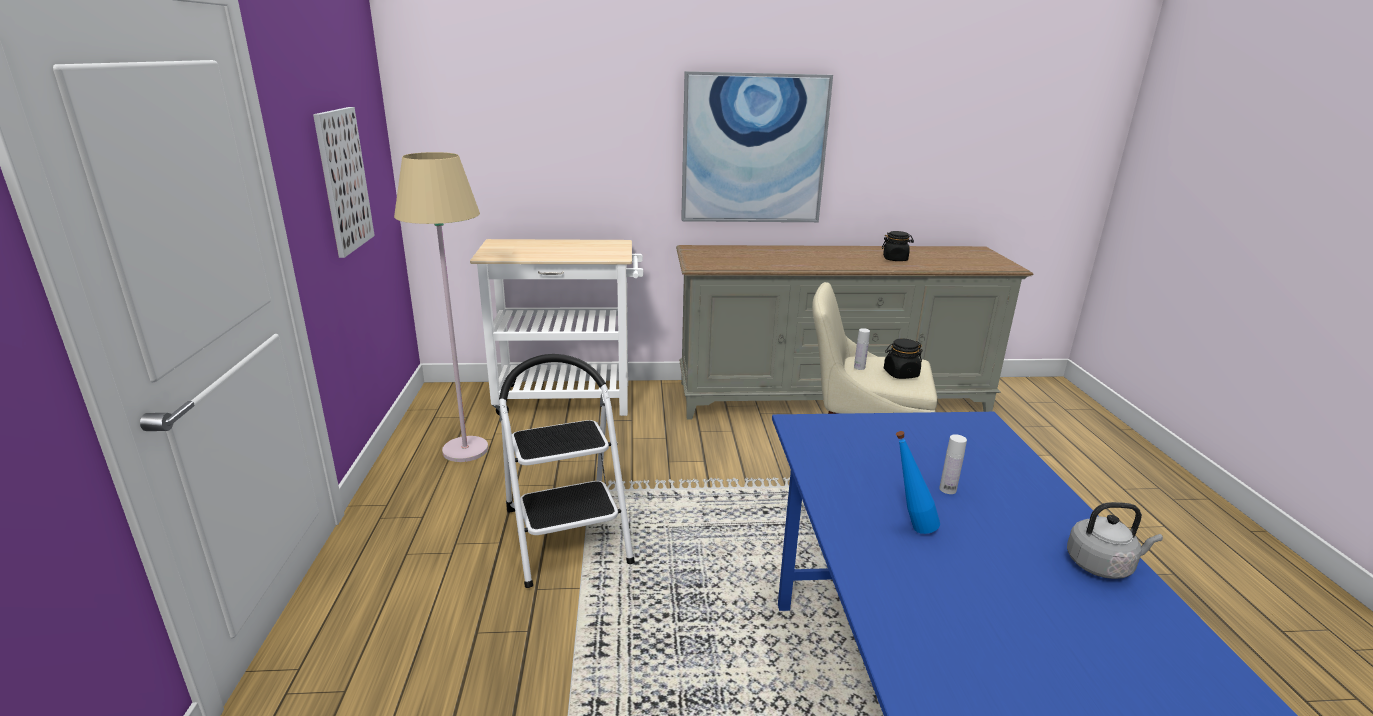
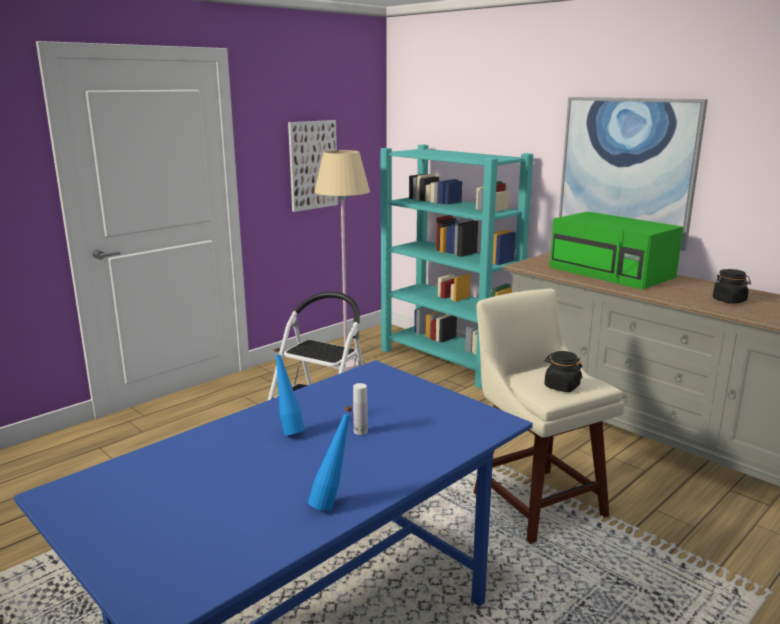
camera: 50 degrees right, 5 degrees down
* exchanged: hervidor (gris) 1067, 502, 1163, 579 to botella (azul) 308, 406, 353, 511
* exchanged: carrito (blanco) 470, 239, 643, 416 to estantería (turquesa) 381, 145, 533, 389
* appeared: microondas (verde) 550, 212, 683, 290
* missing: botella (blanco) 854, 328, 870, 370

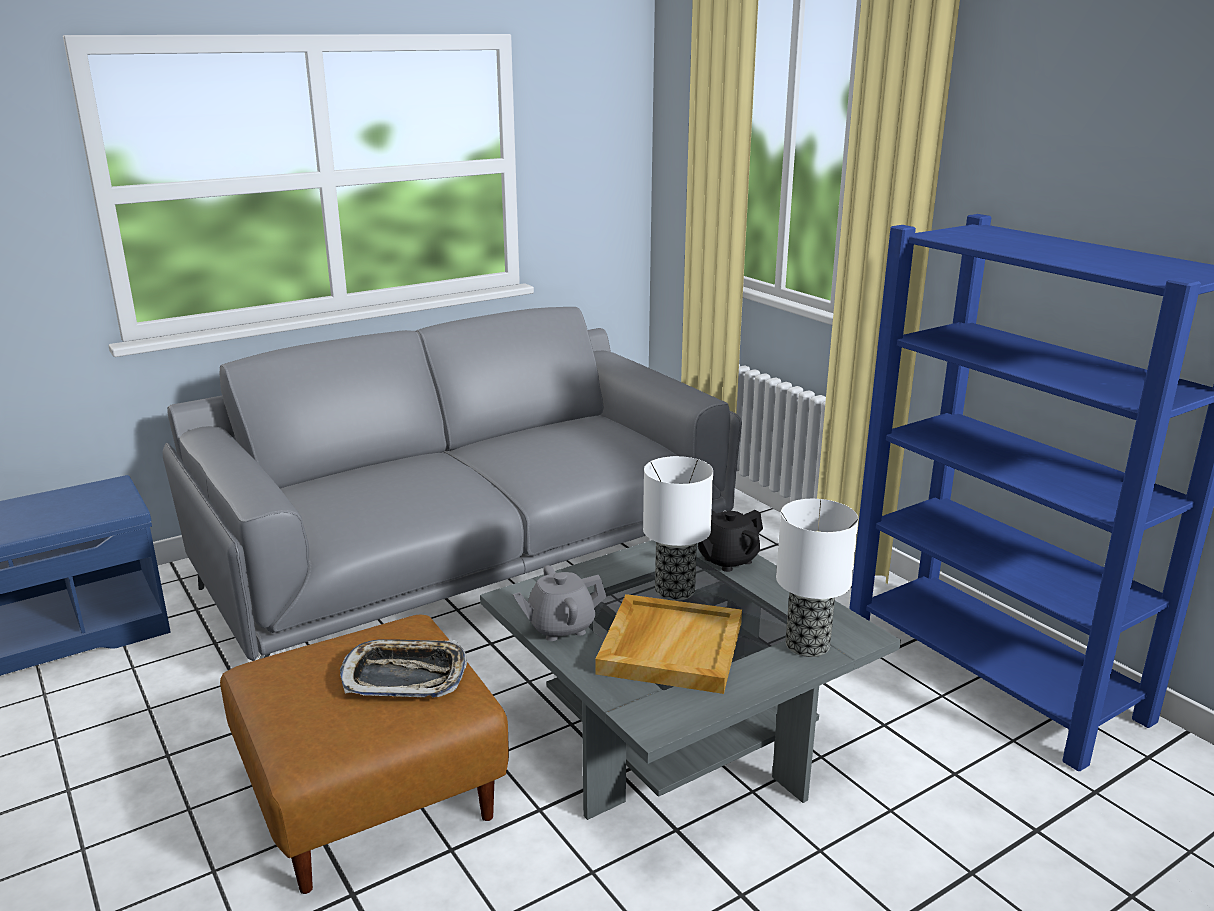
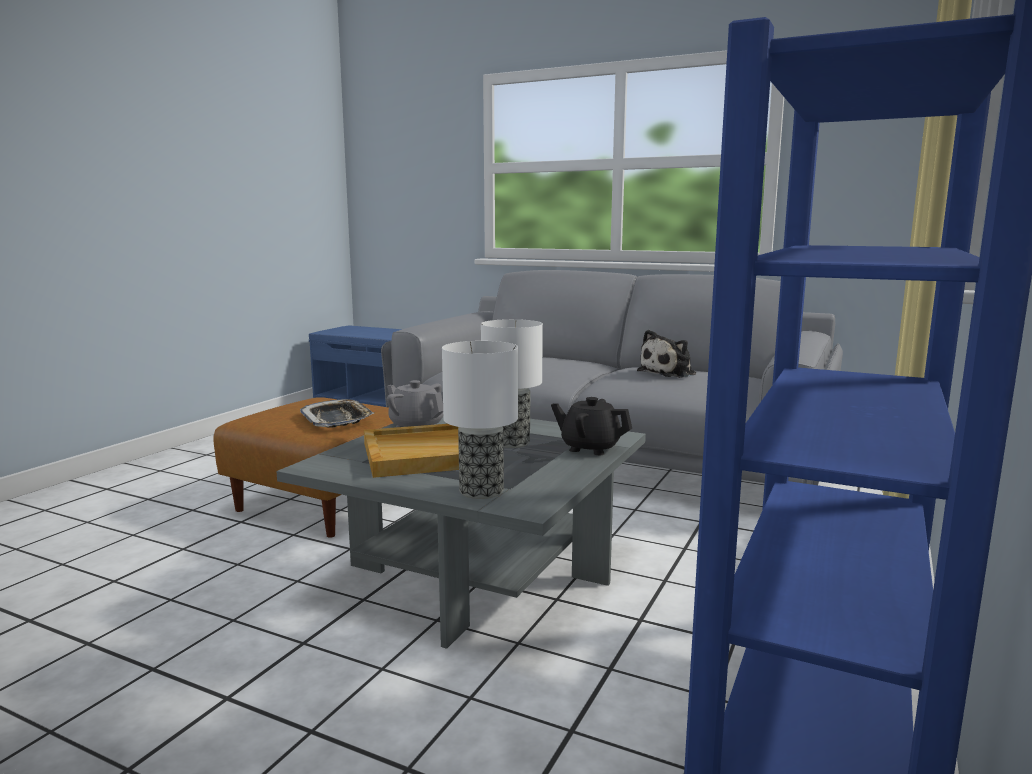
camera: 60 degrees right, 10 degrees down
* appeared: peluche 637, 330, 696, 378

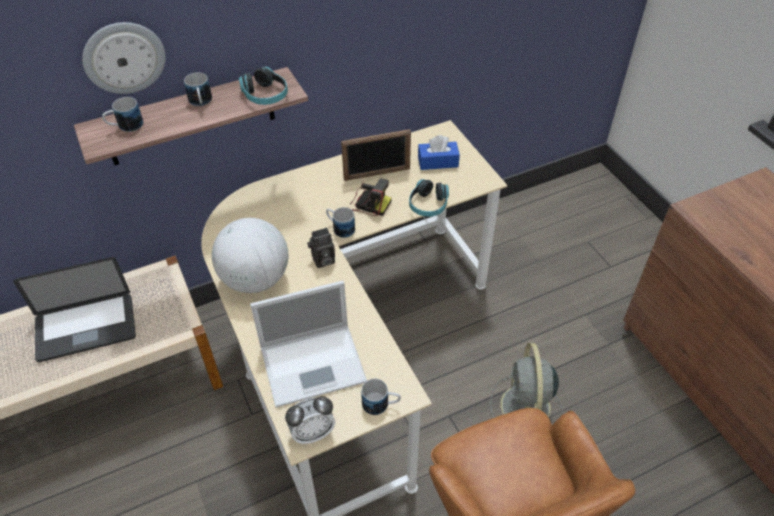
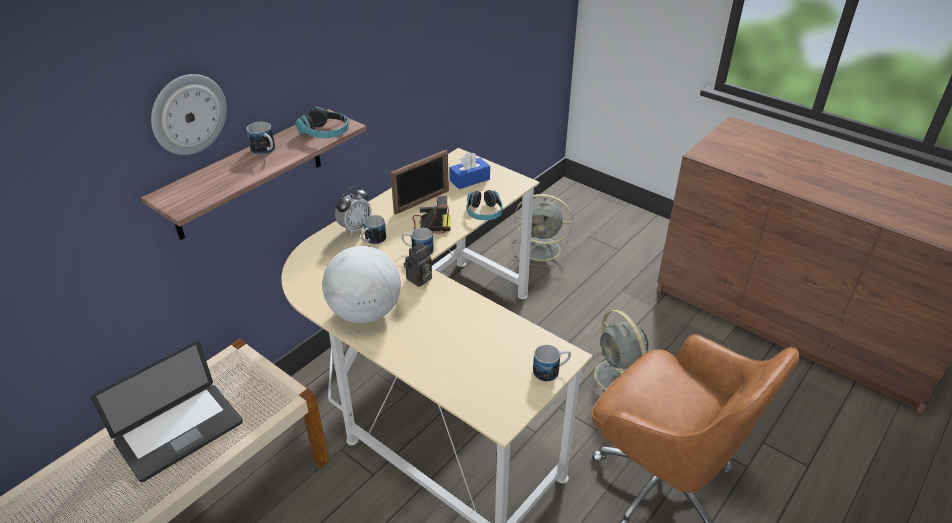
camera: 25 degrees left, 10 degrees down
* relocated: despertador 285, 396, 335, 444 to 335, 186, 372, 235
* relocated: taza grande 102, 97, 143, 132 to 361, 215, 386, 244
* appeared: ventilador (gris) 513, 194, 573, 267
* missing: portátil 250, 281, 367, 408

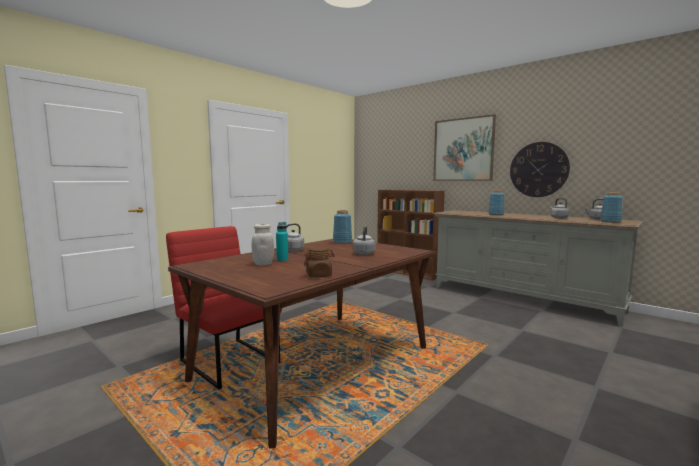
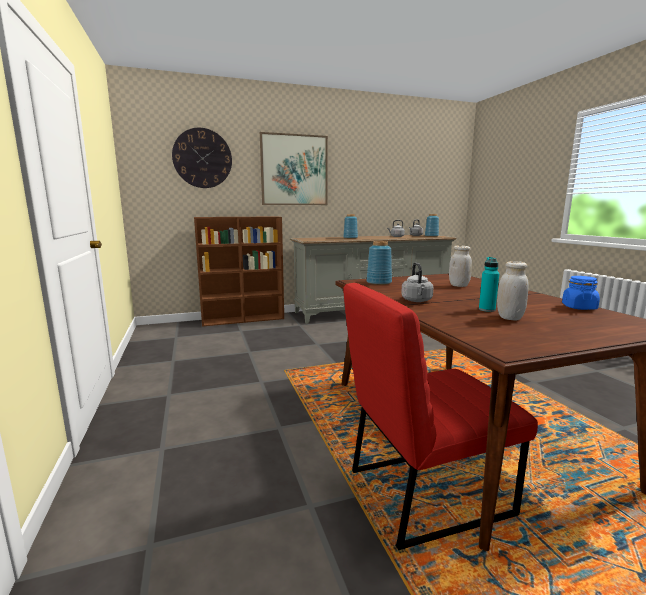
camera: 60 degrees left, 5 degrees up
* relocated: reloj de pared 510, 142, 570, 197 to 172, 128, 232, 188
* exchanged: hervidor (gris) 353, 226, 375, 255 to tarro (blanco) 449, 245, 472, 287
* colour: tarro (marrón) 304, 247, 335, 278 to tarro (azul) 562, 276, 600, 310

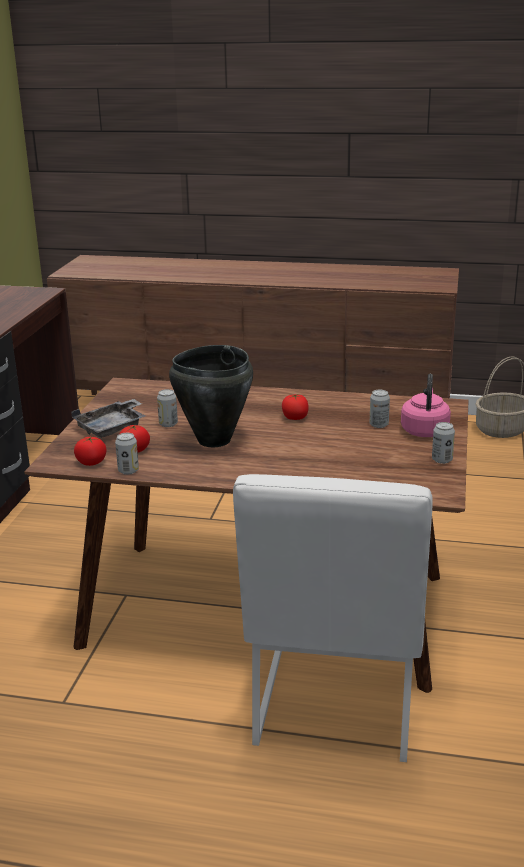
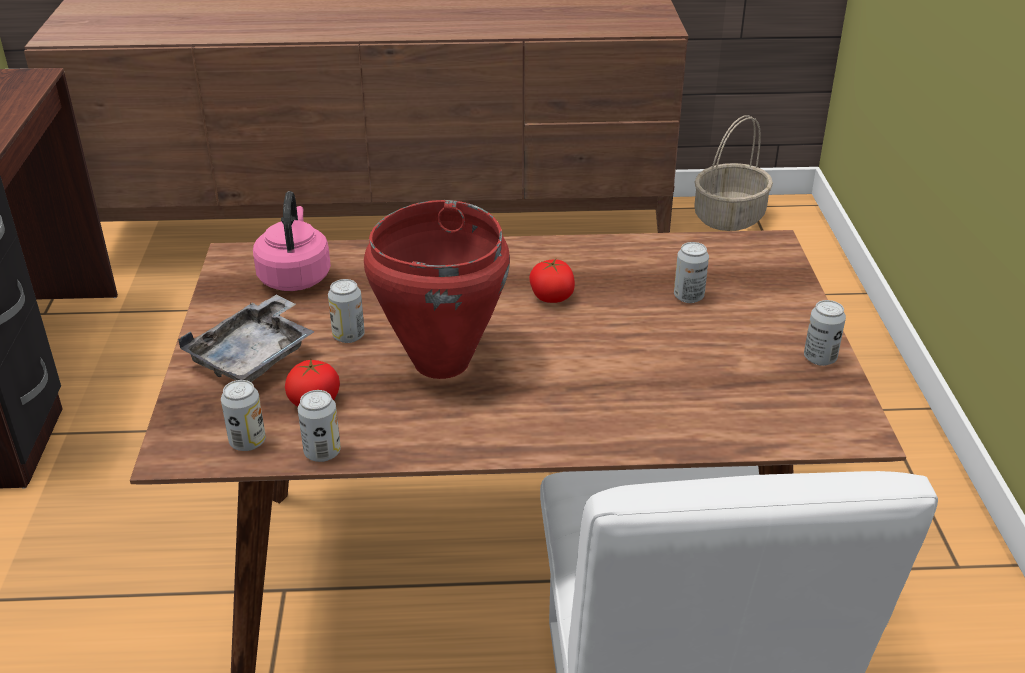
camera: 15 degrees left, 10 degrees up
* exchanged: tomate 74, 437, 106, 466 to lata 221, 380, 266, 451
* relocated: hervidor (rosa) 401, 374, 451, 437 to 253, 191, 331, 291
* colour: olla (negro) 169, 345, 253, 447 to olla (rojo) 364, 200, 510, 379

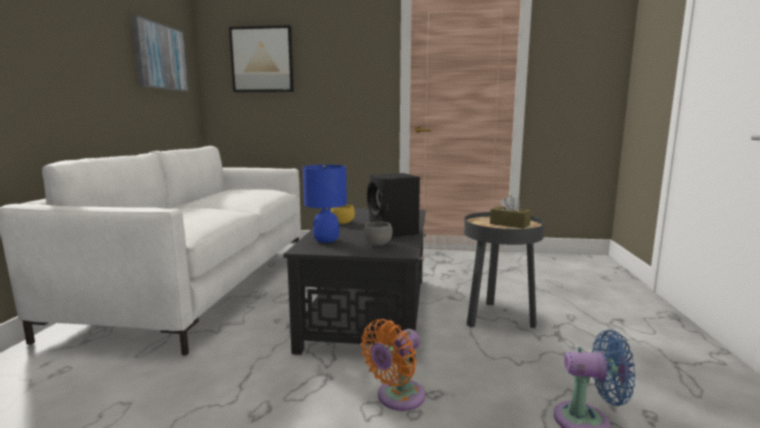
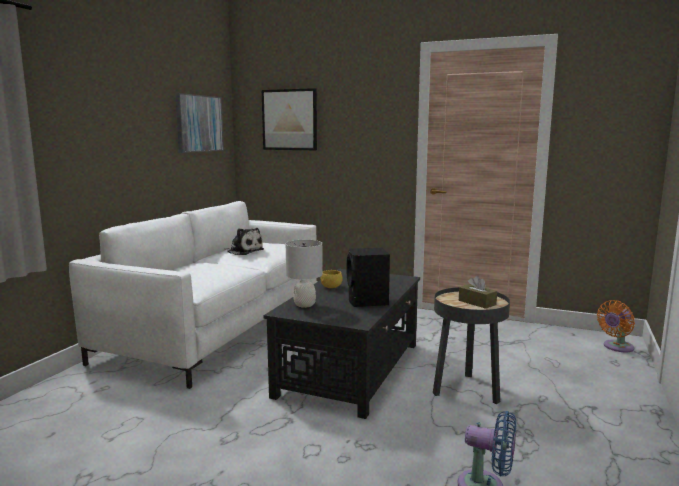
camera: 15 degrees right, 0 degrees up
* appeared: peluche 226, 228, 264, 255
* colour: lámpara de mesa (azul) 303, 165, 347, 243 to lámpara de mesa (gris) 286, 240, 323, 308
* relocated: ventilador (naranja) 361, 319, 425, 411 to 597, 300, 635, 352
* missing: cuenco (gris) 363, 221, 393, 246

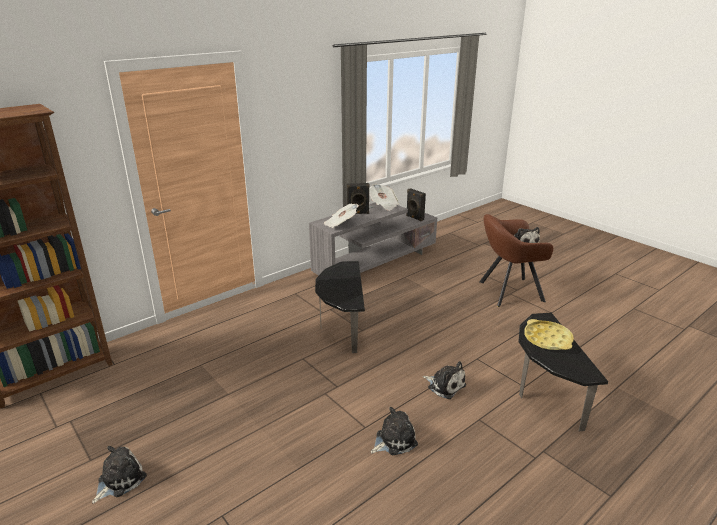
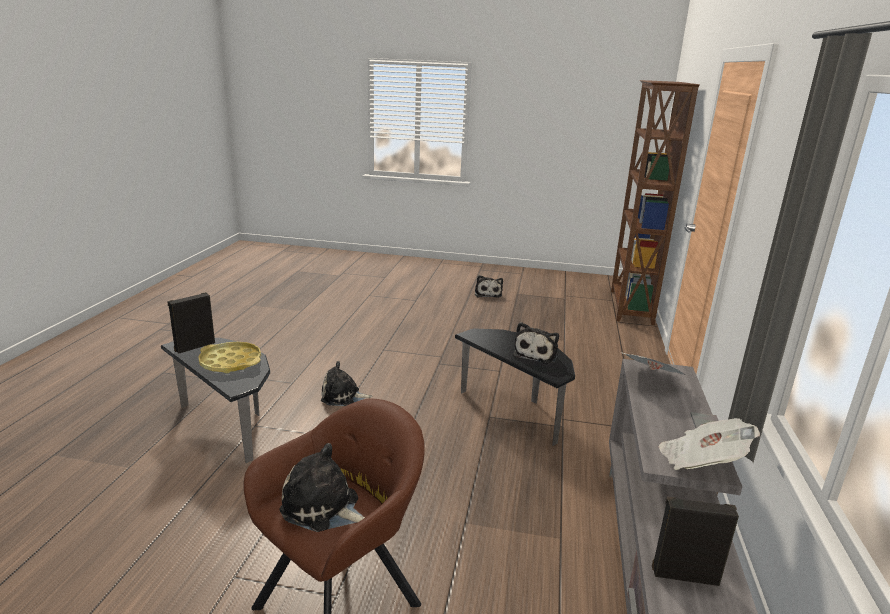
camera: 140 degrees right, 5 degrees down
* relocated: altavoz (negro) 347, 183, 370, 214 to 167, 292, 215, 354
* relocated: peluche 371, 407, 418, 455 to 513, 322, 559, 364

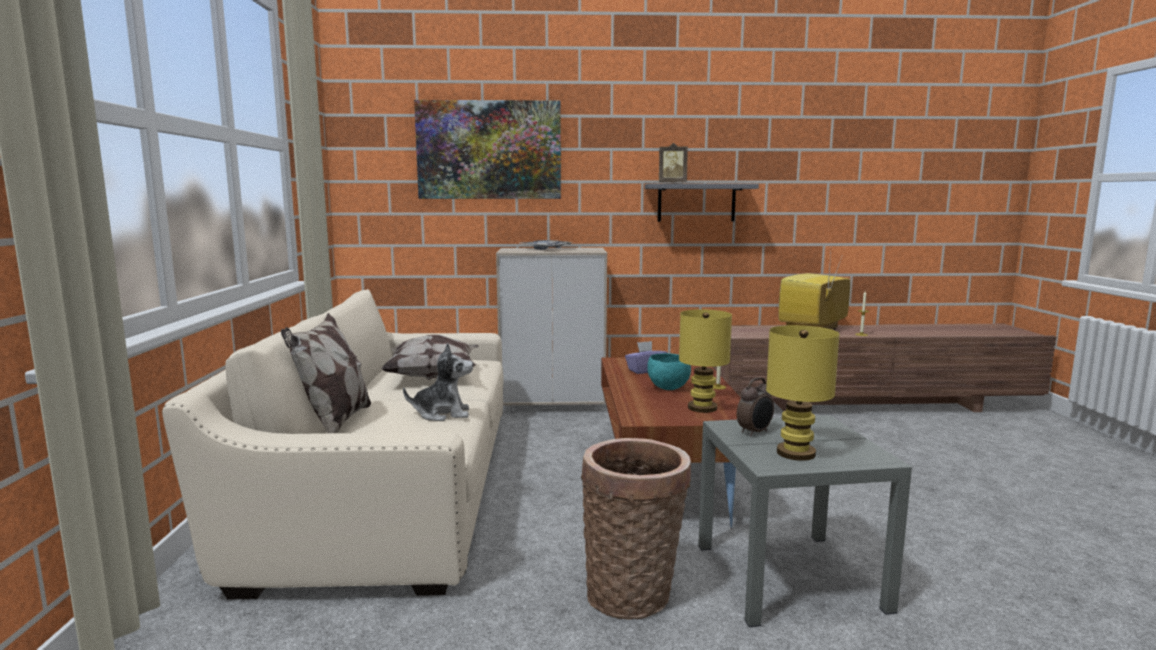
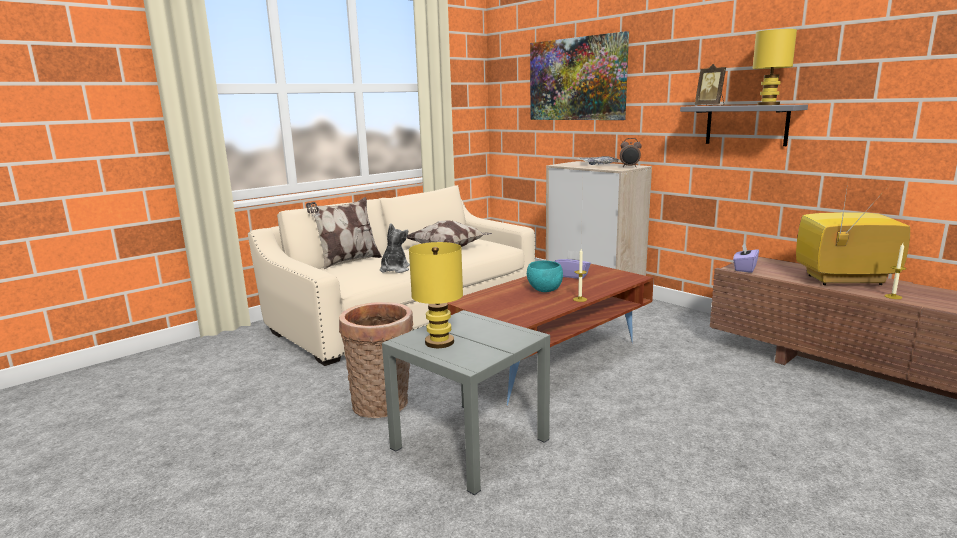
camera: 50 degrees right, 5 degrees up
* spun: peluche 403, 343, 473, 421 = 380, 223, 410, 273 120 degrees counterclockwise
* relocated: despertador 737, 377, 774, 437 to 620, 138, 642, 167
* appeared: caja de pañuelos (morado) 733, 244, 759, 273
* relocated: lámpara de mesa (amarillo) 679, 310, 732, 413 to 752, 29, 797, 105

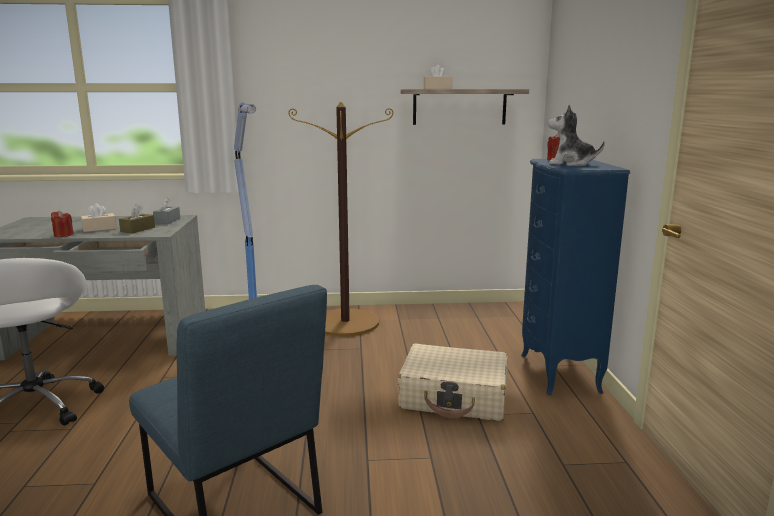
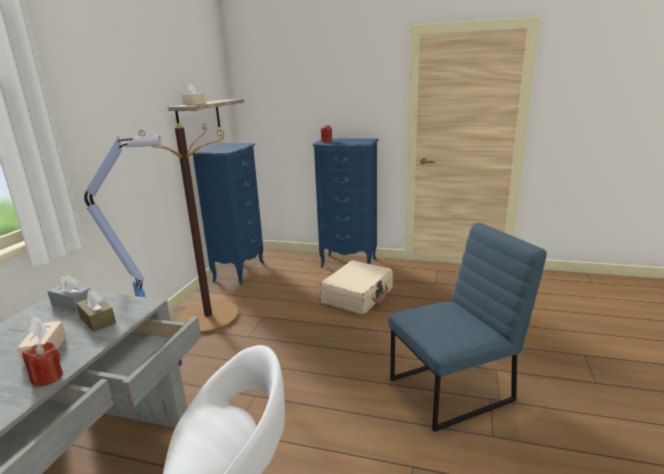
camera: 70 degrees left, 5 degrees up
* appeared: cómoda (azul) 192, 143, 264, 285
* missing: peluche 548, 105, 605, 166

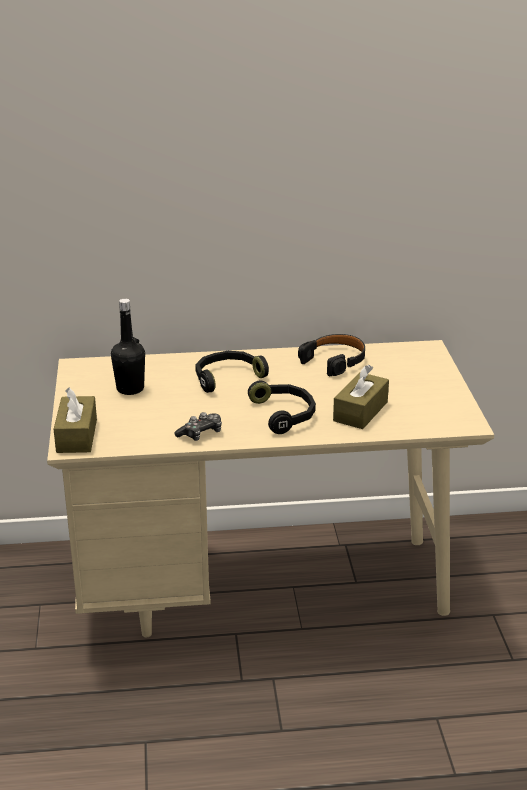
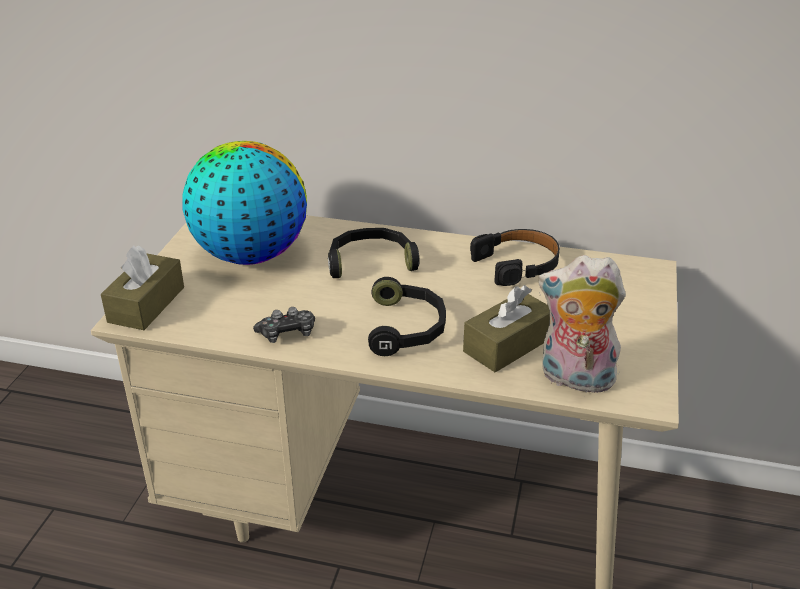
camera: 20 degrees right, 5 degrees up
* exchanged: botella (negro) 111, 298, 145, 395 to globo terráqueo 182, 141, 307, 265
* appeared: peluche 538, 255, 626, 393

